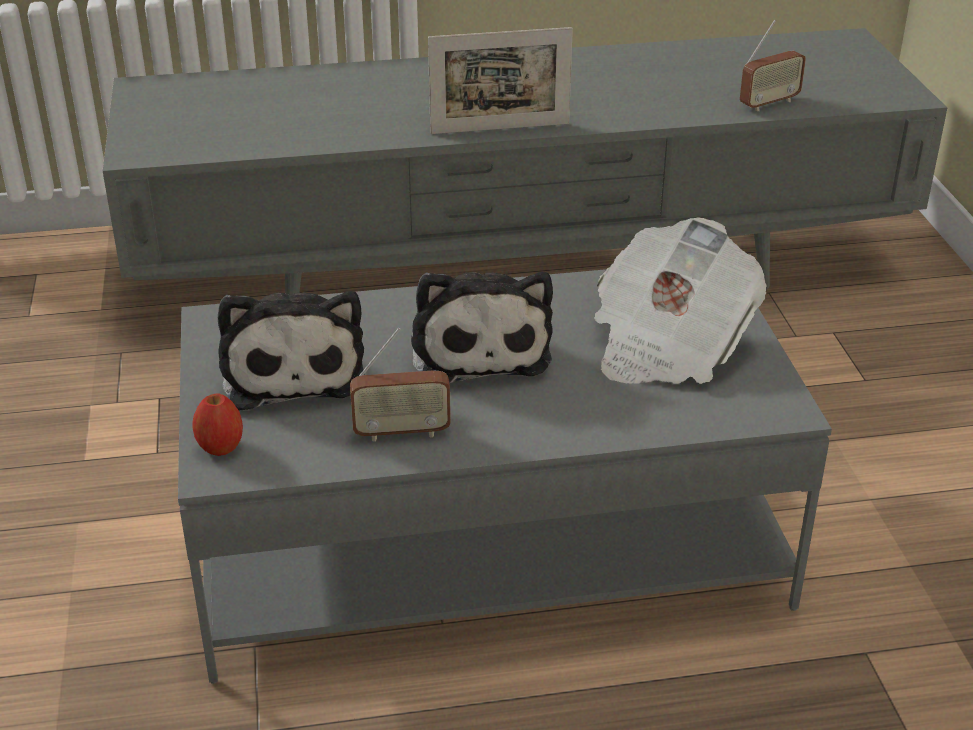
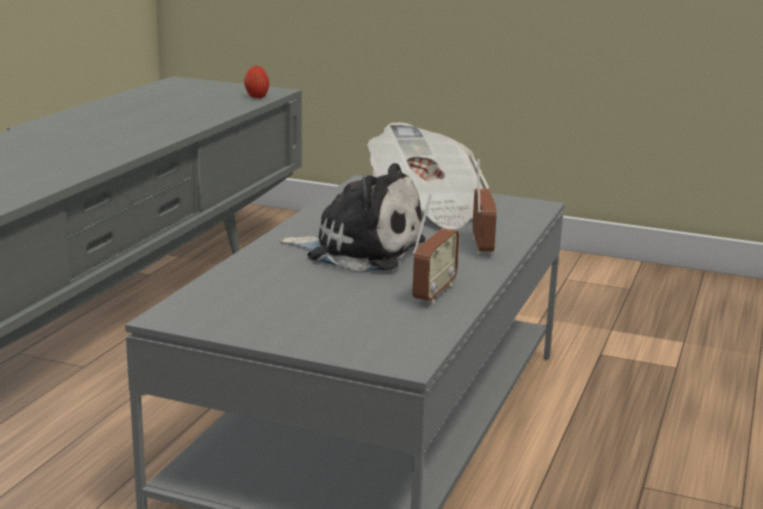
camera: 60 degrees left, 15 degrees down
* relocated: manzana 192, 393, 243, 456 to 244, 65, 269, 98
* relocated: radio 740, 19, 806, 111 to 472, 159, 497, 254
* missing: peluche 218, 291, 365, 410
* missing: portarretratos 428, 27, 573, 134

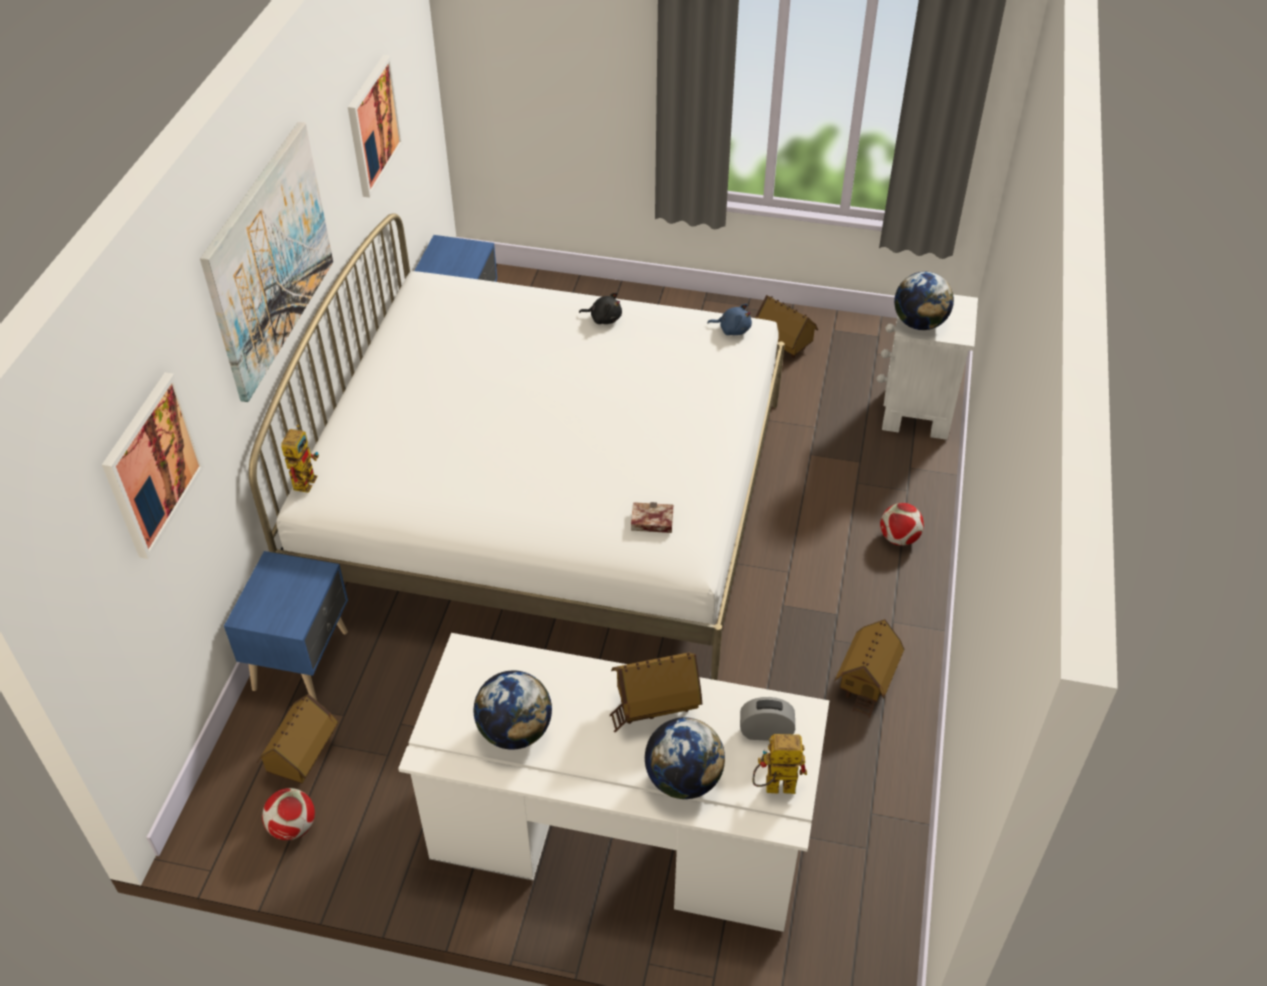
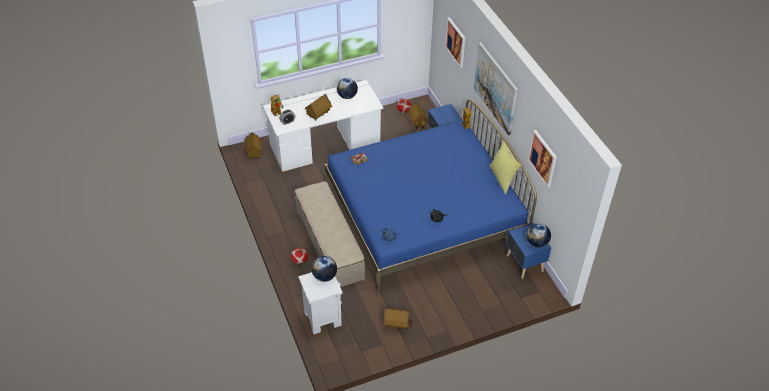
camera: 145 degrees right, 0 degrees up
* relocated: casita 835, 619, 904, 718 to 245, 132, 262, 159
* appeared: banco (beis) 295, 181, 365, 287
* colour: cama (blanco) 249, 213, 785, 680 to cama (azul) 324, 99, 537, 293
* appeared: cojín (amarillo) 490, 141, 521, 194
* relocated: globo terráqueo 645, 717, 725, 799 to 527, 223, 551, 247

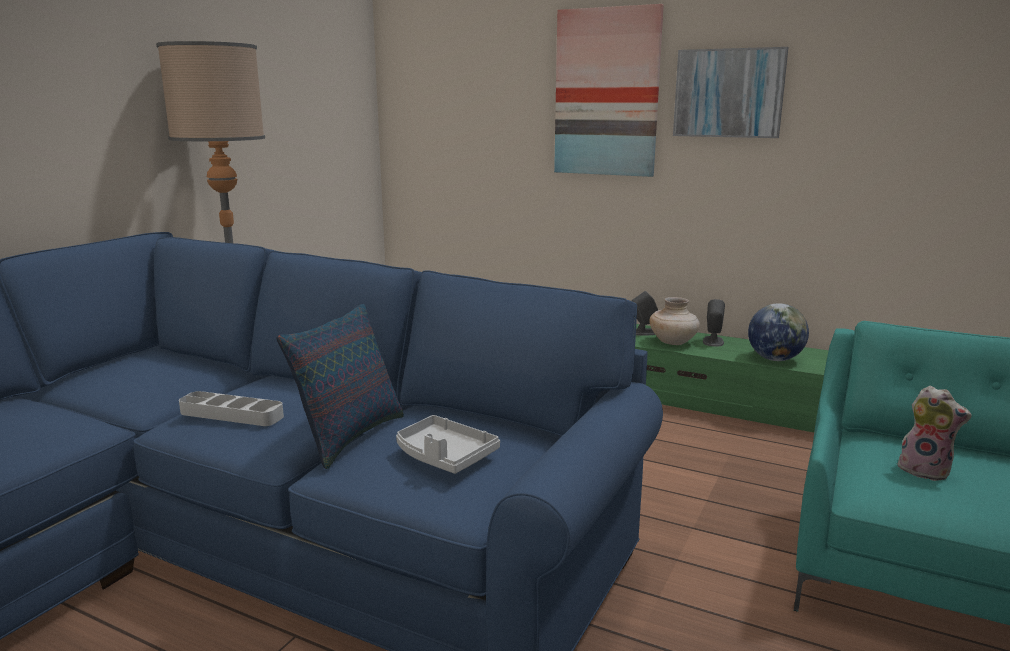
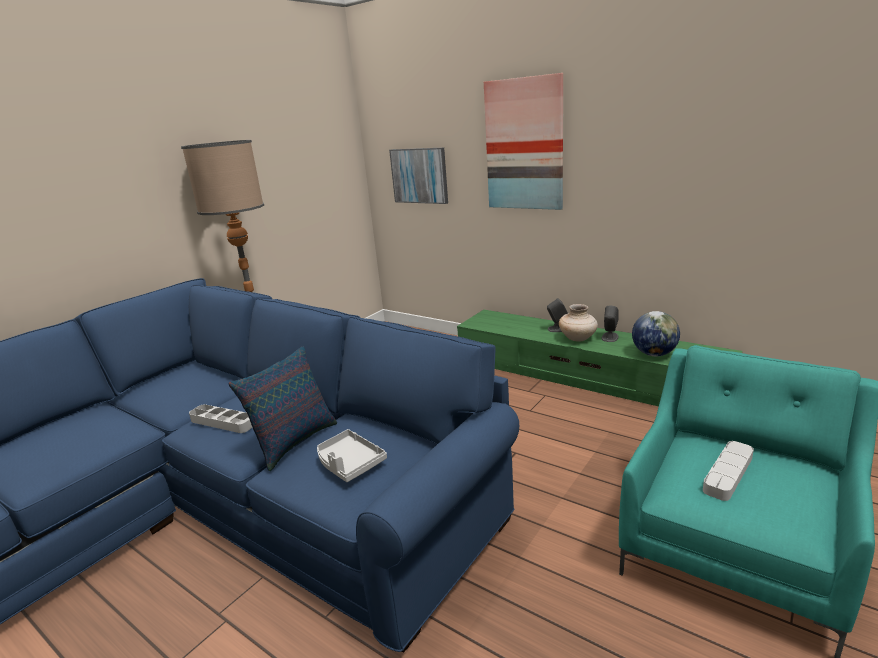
camera: 10 degrees right, 5 degrees up
* relocated: cuadro 673, 47, 788, 138 to 389, 148, 448, 204
* exchanged: peluche 898, 386, 972, 481 to bandeja (gris) 703, 441, 754, 501

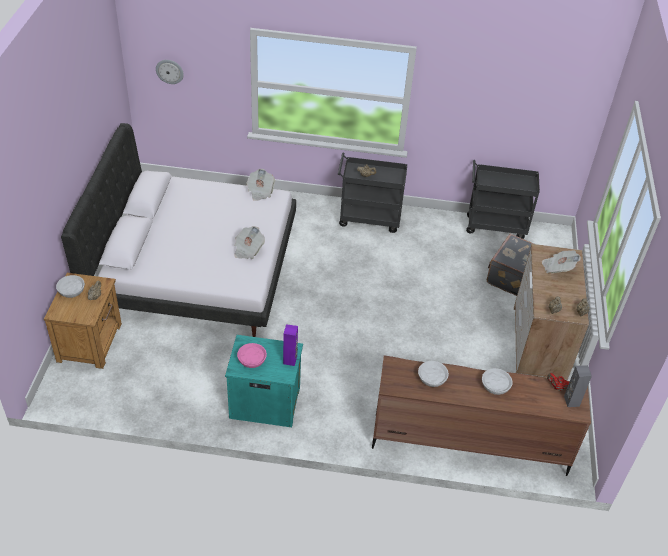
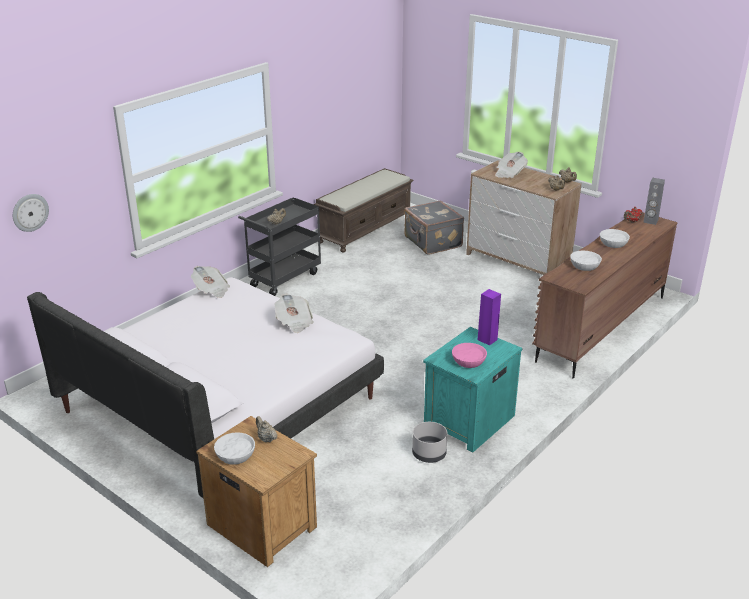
camera: 55 degrees left, 15 degrees down
* exchanged: carrito (gris) 466, 160, 540, 239 to banco (marrón) 314, 168, 414, 253
* appeared: maceta (gris) 412, 422, 447, 463

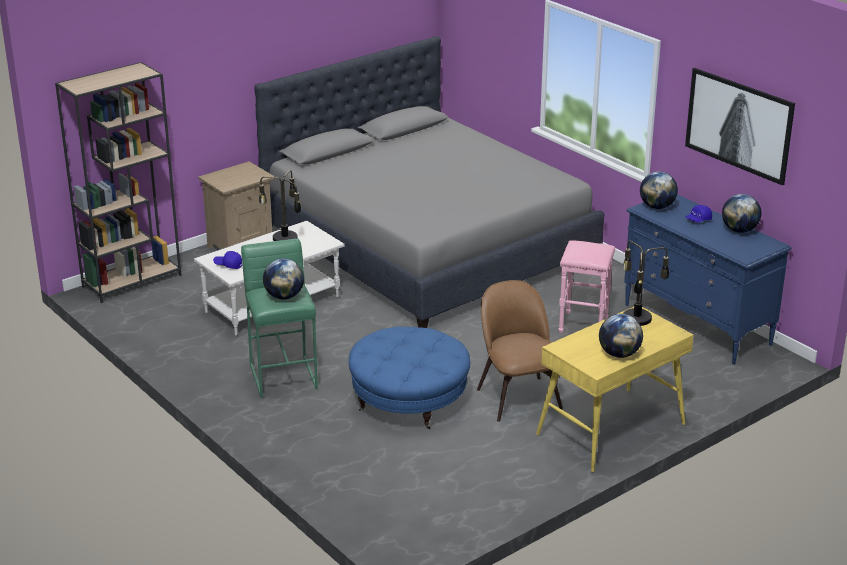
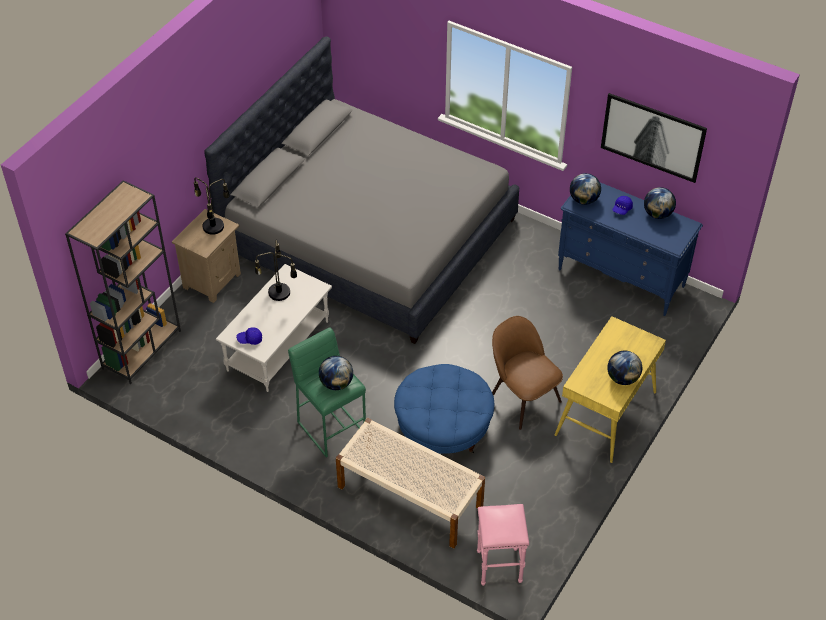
camera: 20 degrees left, 20 degrees up
* relocated: lámpara de mesa 623, 241, 669, 326 to 194, 177, 230, 235
* appeared: banco (beis) 336, 418, 485, 548
* relocated: taburete (rosa) 559, 240, 615, 333 to 477, 504, 529, 586

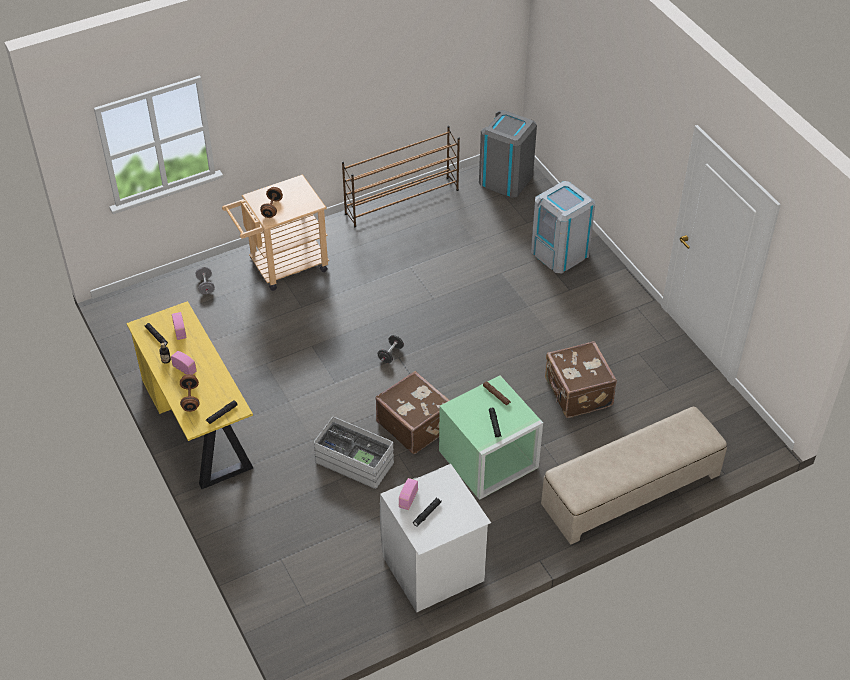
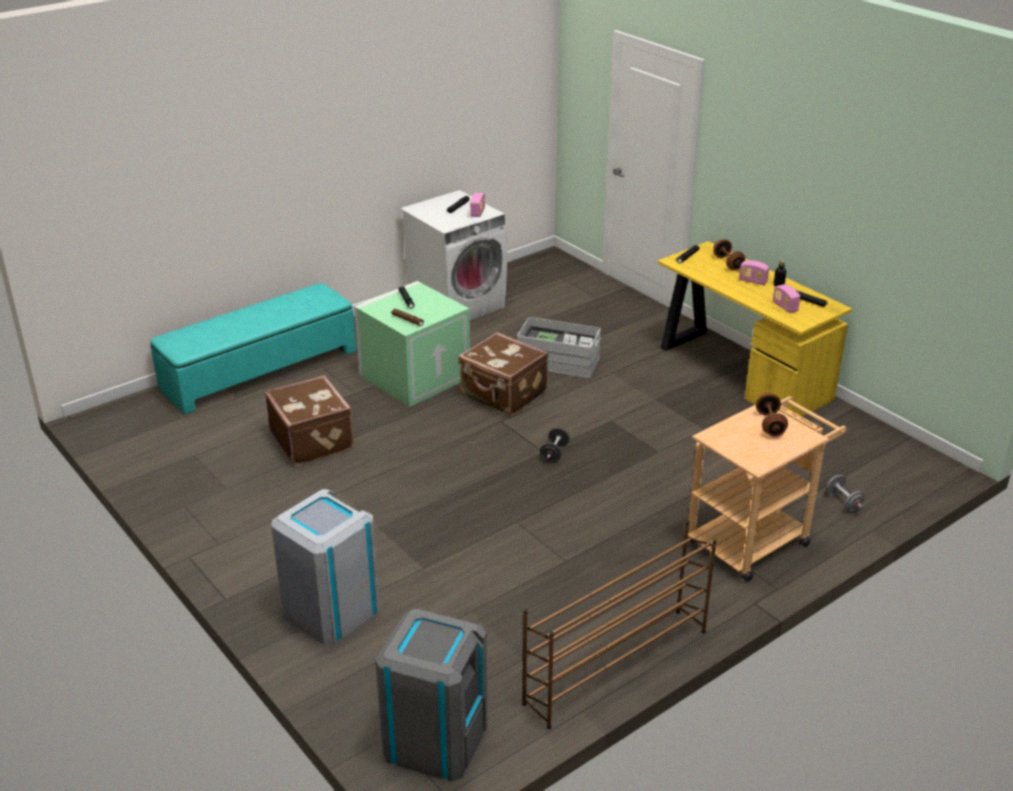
camera: 170 degrees right, 15 degrees down
* colour: banco (beis) 541, 407, 727, 544 to banco (turquesa) 151, 283, 356, 414

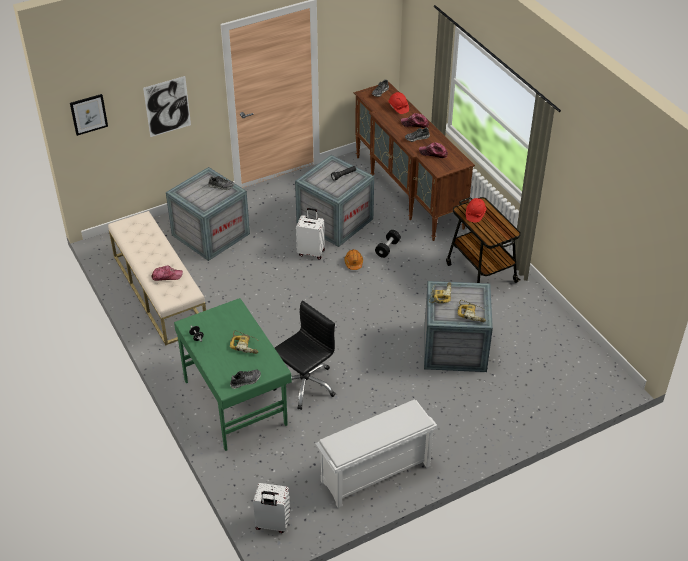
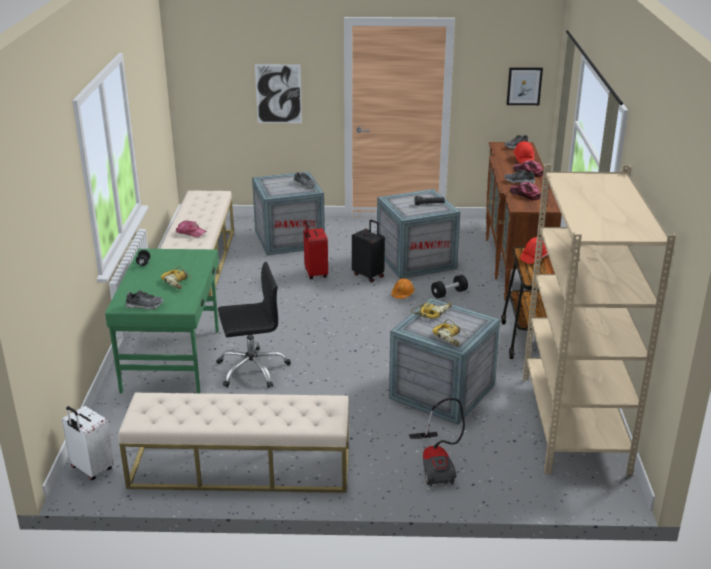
camera: 30 degrees right, 15 degrees down
* exchanged: zapatero (blanco) 315, 399, 437, 508 to banco (beis) 118, 393, 349, 493
* appeared: maleta (rojo) 304, 221, 328, 279
* colour: maleta (blanco) 296, 208, 325, 260 to maleta (negro) 352, 220, 385, 282
* appeared: aspiradora 409, 398, 465, 487
* relocated: cuadro 70, 94, 108, 136 to 506, 67, 543, 105
* appeared: estantería (beis) 523, 164, 676, 475

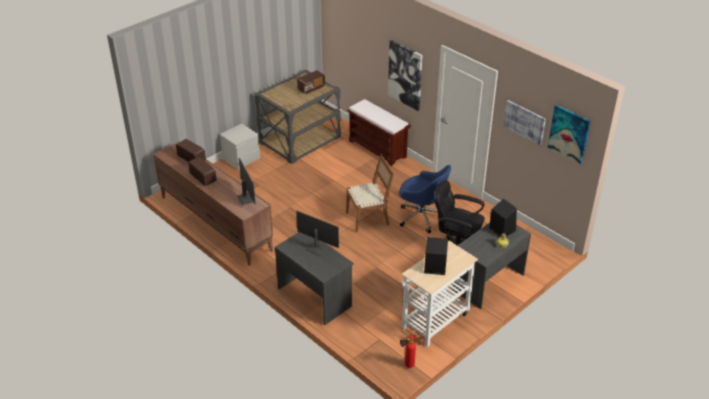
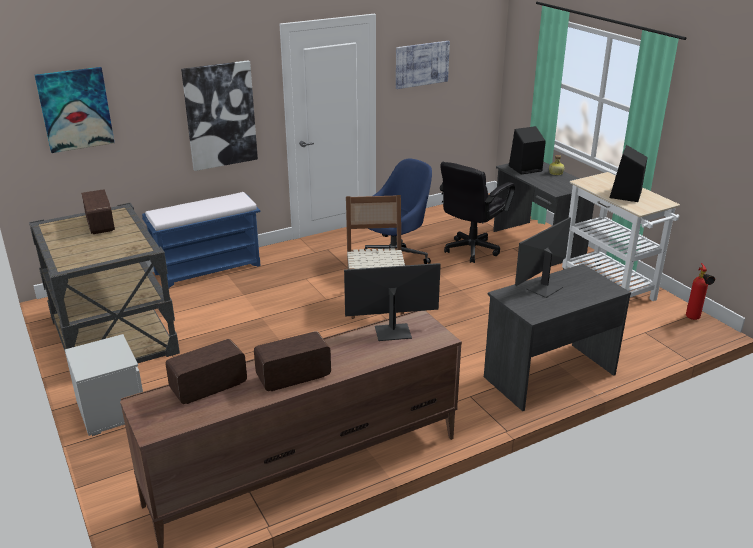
camera: 75 degrees left, 10 degrees down
* relocated: cuadro 548, 105, 591, 164 to 35, 67, 115, 153
* colour: banco (marrón) 347, 99, 411, 166 to banco (azul) 142, 192, 261, 288

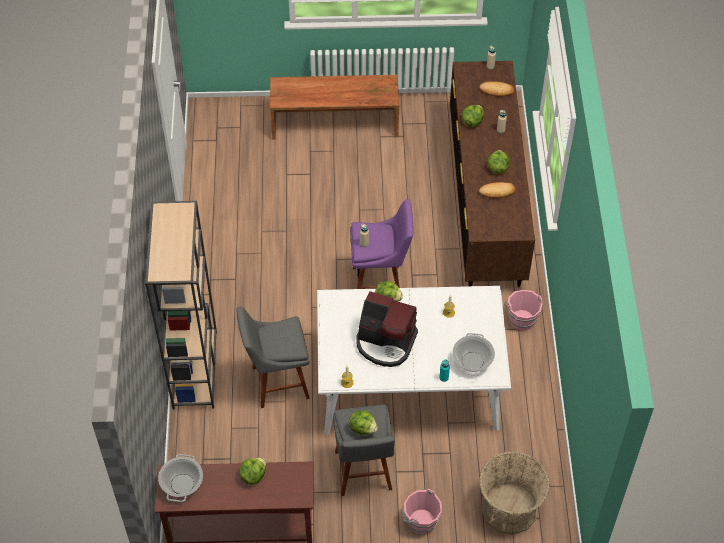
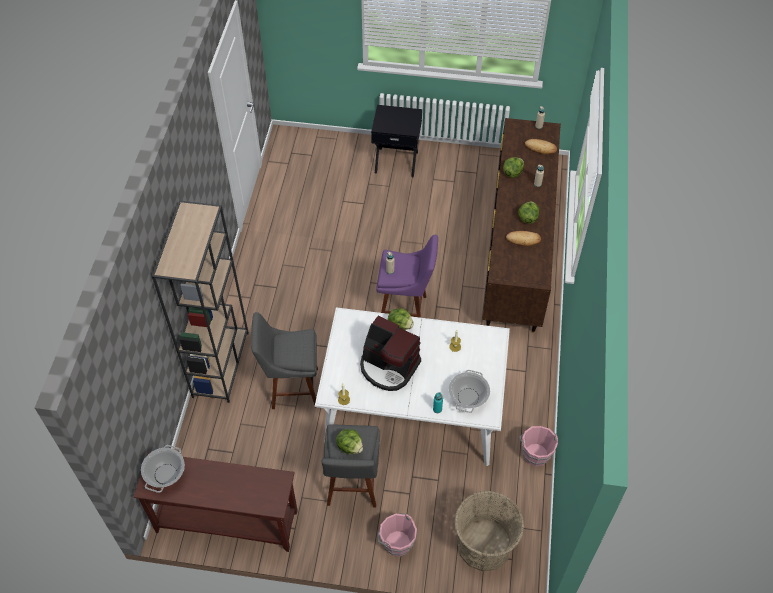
camera: 10 degrees right, 0 degrees up
* exchanged: banco (marrón) 270, 75, 399, 140 to mesita de noche (negro) 371, 105, 422, 178
* relocated: cubo (rosa) 504, 290, 543, 331 to 519, 426, 558, 466
* missing: lechuga 239, 458, 266, 485

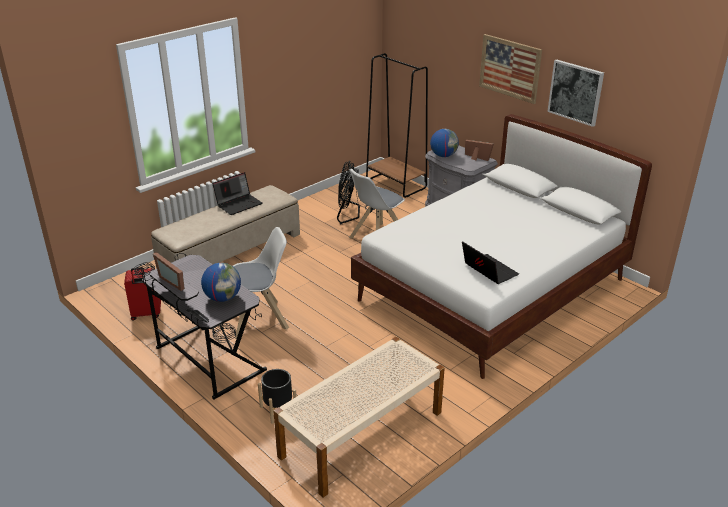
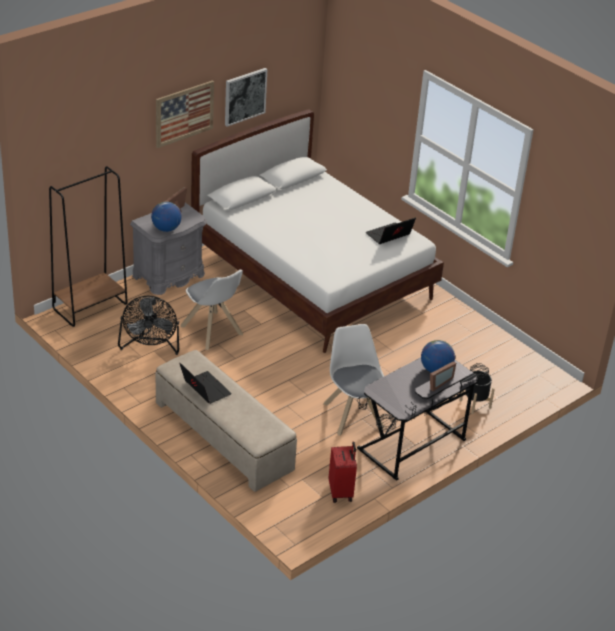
camera: 90 degrees left, 5 degrees up
* missing: banco (beis) 273, 337, 445, 498

